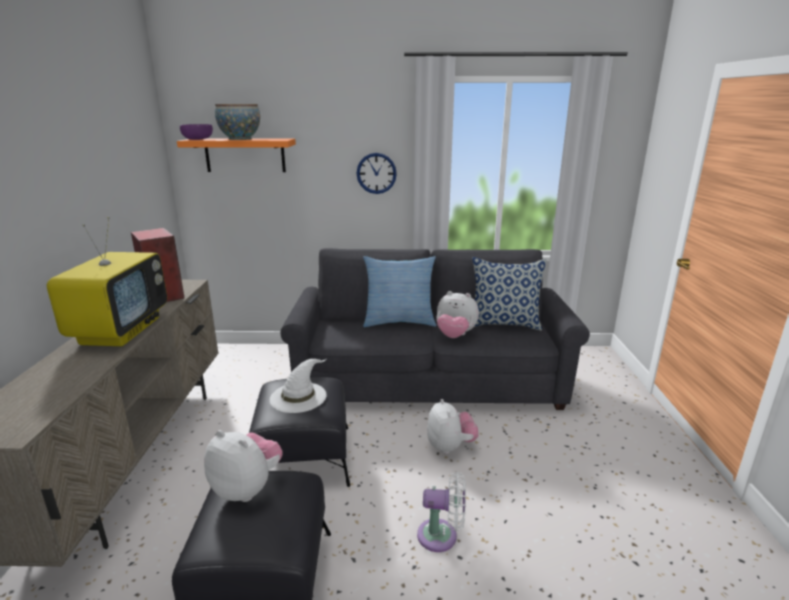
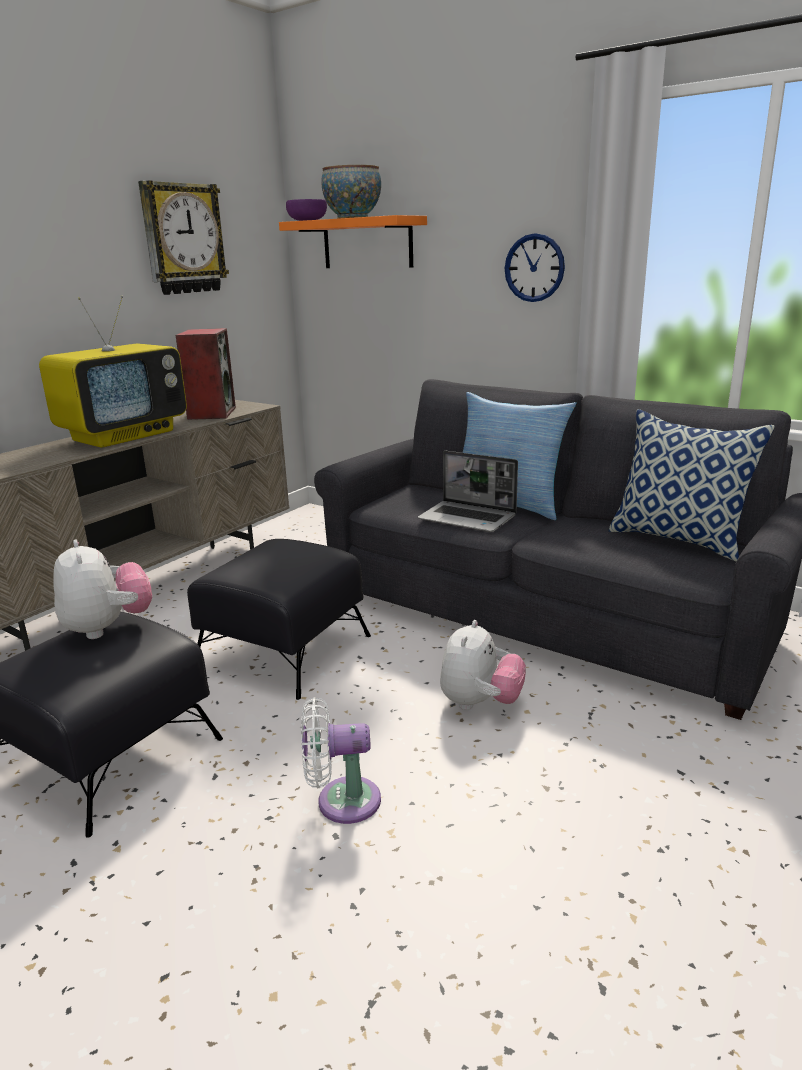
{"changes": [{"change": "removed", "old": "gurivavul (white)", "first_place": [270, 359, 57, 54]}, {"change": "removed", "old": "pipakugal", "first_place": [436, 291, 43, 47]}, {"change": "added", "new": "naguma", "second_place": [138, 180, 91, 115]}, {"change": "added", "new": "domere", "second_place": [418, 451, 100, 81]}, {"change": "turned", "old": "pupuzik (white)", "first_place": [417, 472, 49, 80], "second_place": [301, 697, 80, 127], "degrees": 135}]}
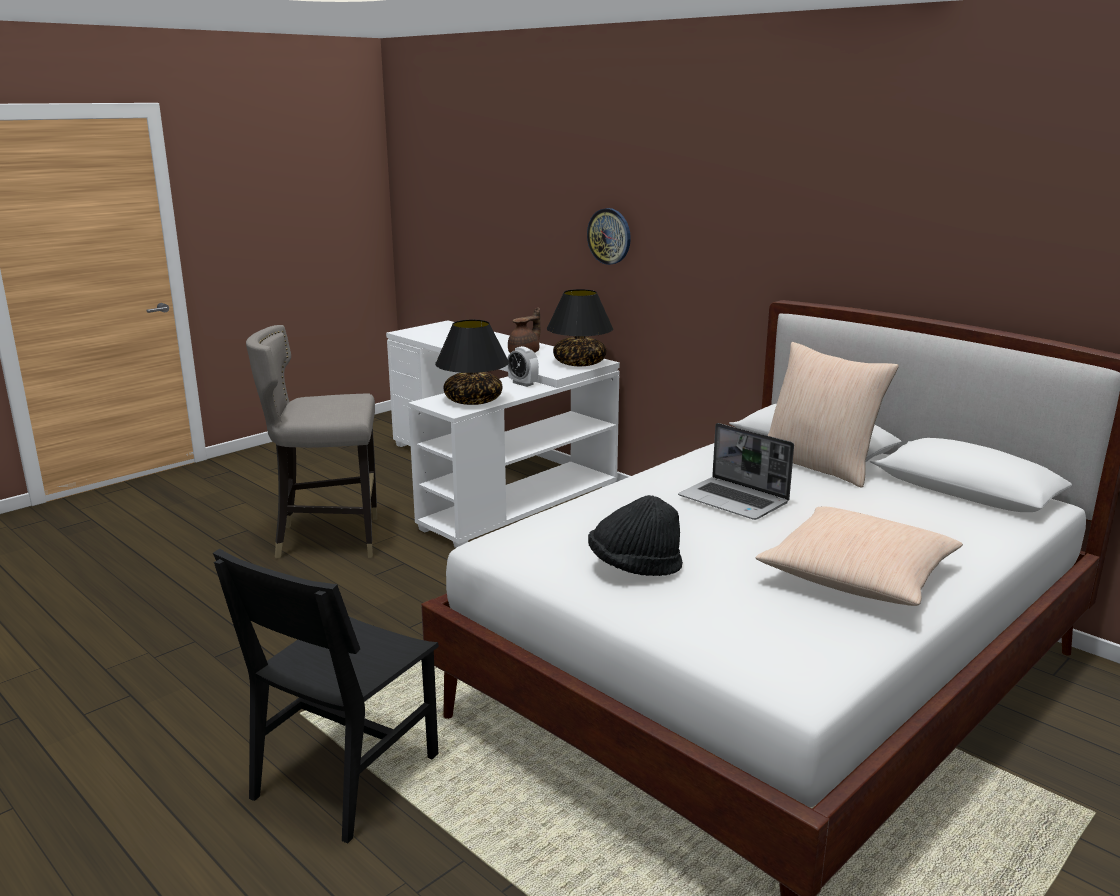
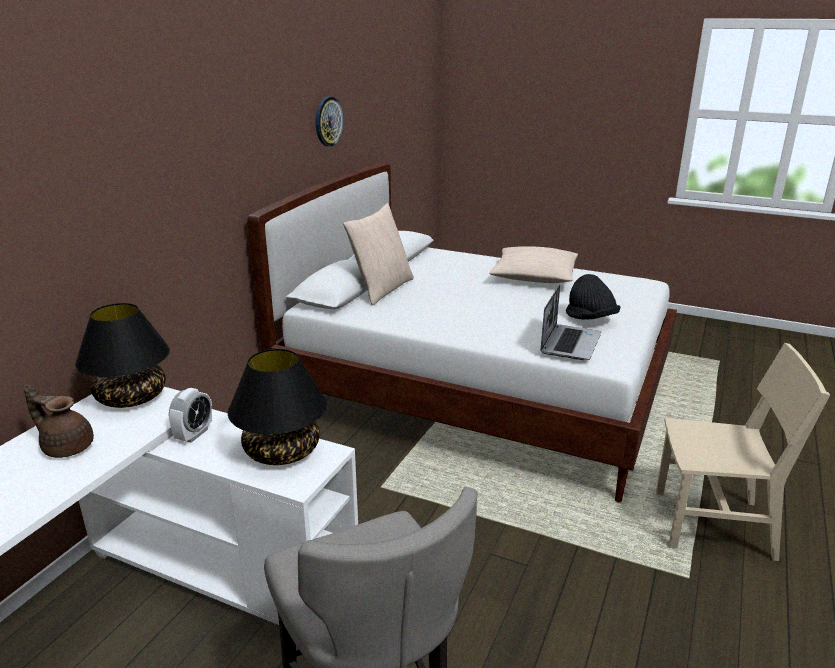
{"changes": [{"change": "moved", "old": "naguma", "first_place": [587, 208, 44, 57], "second_place": [316, 96, 28, 51]}, {"change": "moved", "old": "domere", "first_place": [678, 423, 116, 97], "second_place": [541, 285, 60, 75]}, {"change": "recoloured", "old": "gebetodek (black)", "new": "gebetodek (beige)", "first_place": [213, 549, 226, 295], "second_place": [656, 343, 174, 218]}]}
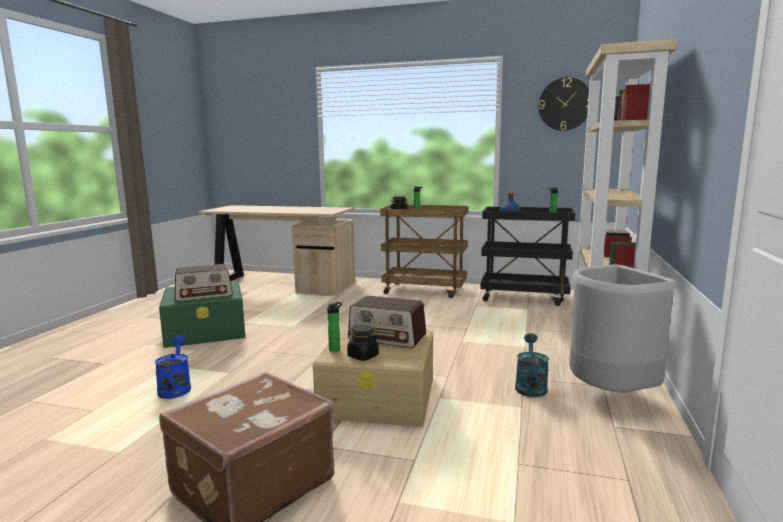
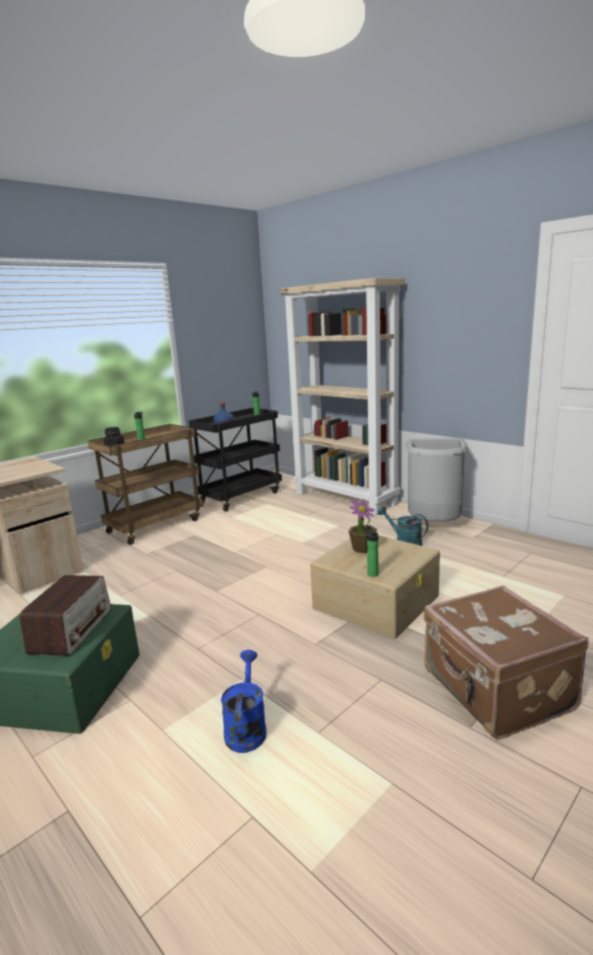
{"changes": [{"change": "removed", "old": "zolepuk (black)", "first_place": [347, 325, 32, 36]}, {"change": "removed", "old": "naguma", "first_place": [538, 77, 51, 54]}, {"change": "replaced", "old": "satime", "new": "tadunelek", "first_place": [348, 296, 78, 52], "second_place": [349, 499, 28, 54]}, {"change": "turned", "old": "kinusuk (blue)", "first_place": [155, 336, 36, 63], "second_place": [221, 650, 46, 103], "degrees": 75}]}
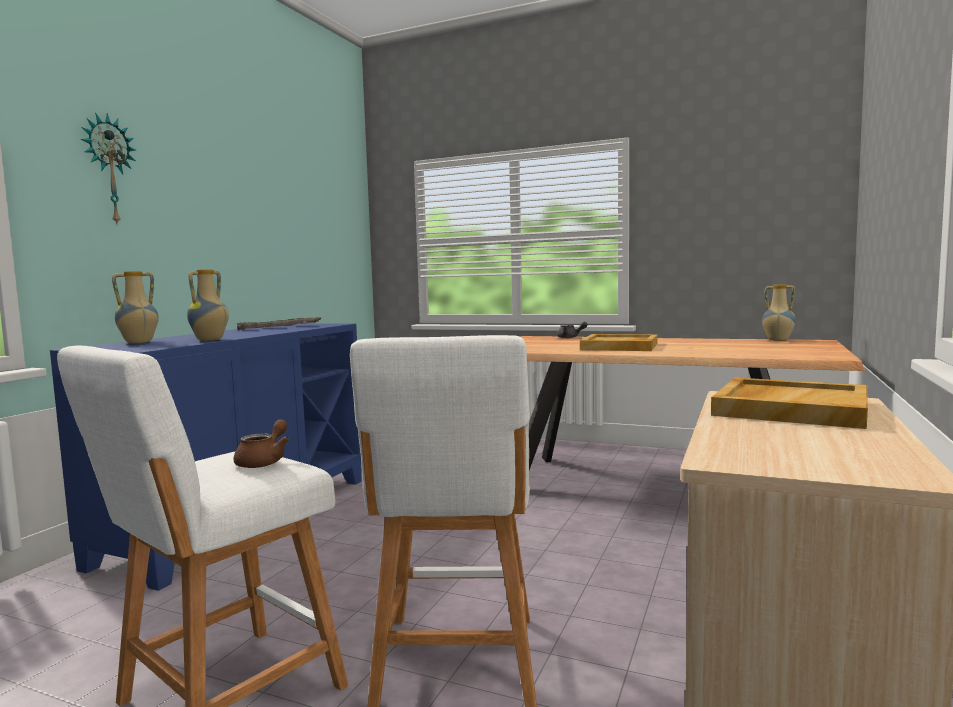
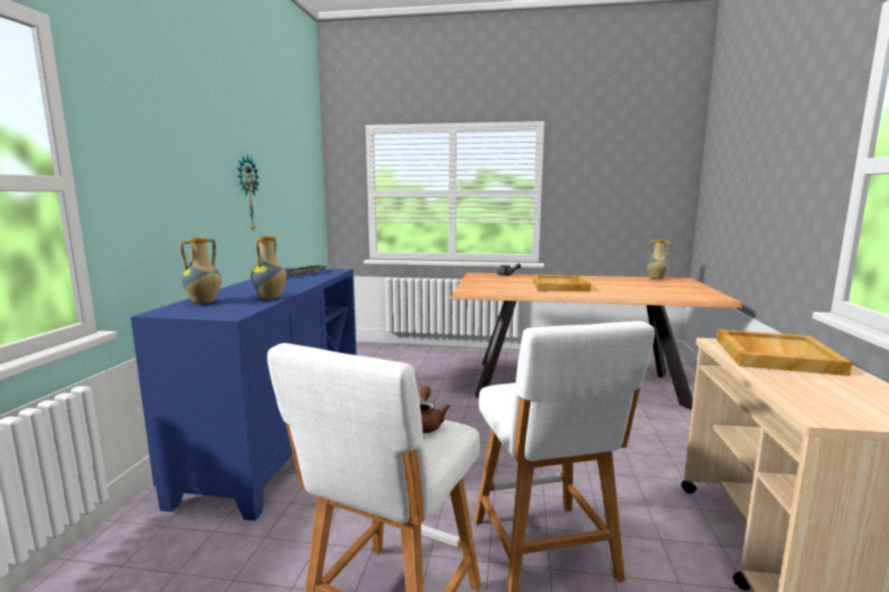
{"changes": [{"change": "moved", "old": "naguma", "first_place": [81, 113, 55, 113], "second_place": [237, 155, 23, 75]}]}
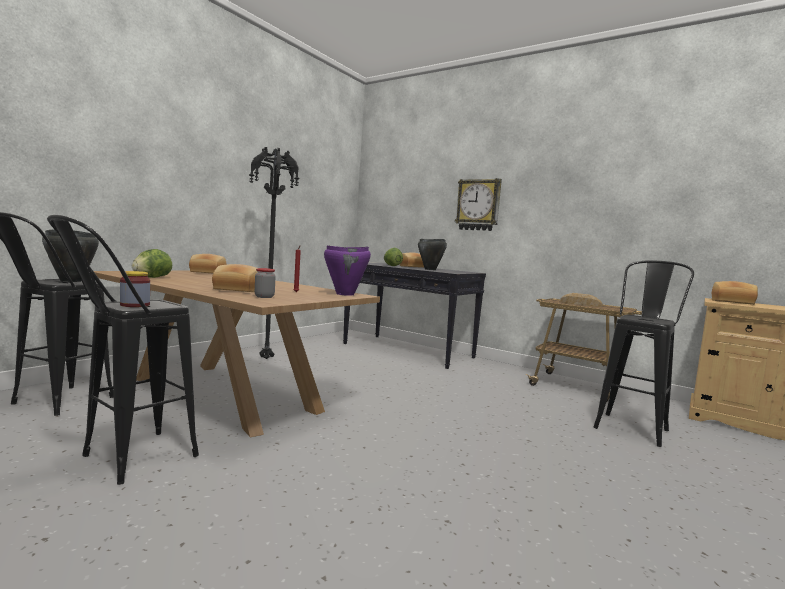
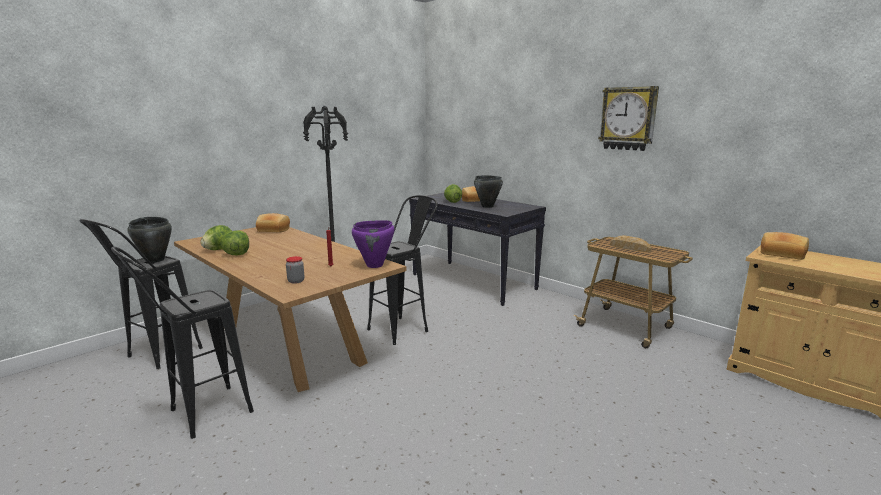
{"changes": [{"change": "removed", "old": "zolepuk", "first_place": [120, 271, 30, 36]}, {"change": "removed", "old": "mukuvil", "first_place": [212, 264, 45, 28]}, {"change": "added", "new": "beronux", "second_place": [220, 230, 29, 26]}, {"change": "moved", "old": "naguma", "first_place": [455, 178, 47, 53], "second_place": [598, 86, 61, 65]}, {"change": "moved", "old": "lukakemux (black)", "first_place": [594, 260, 100, 187], "second_place": [367, 195, 71, 150]}]}
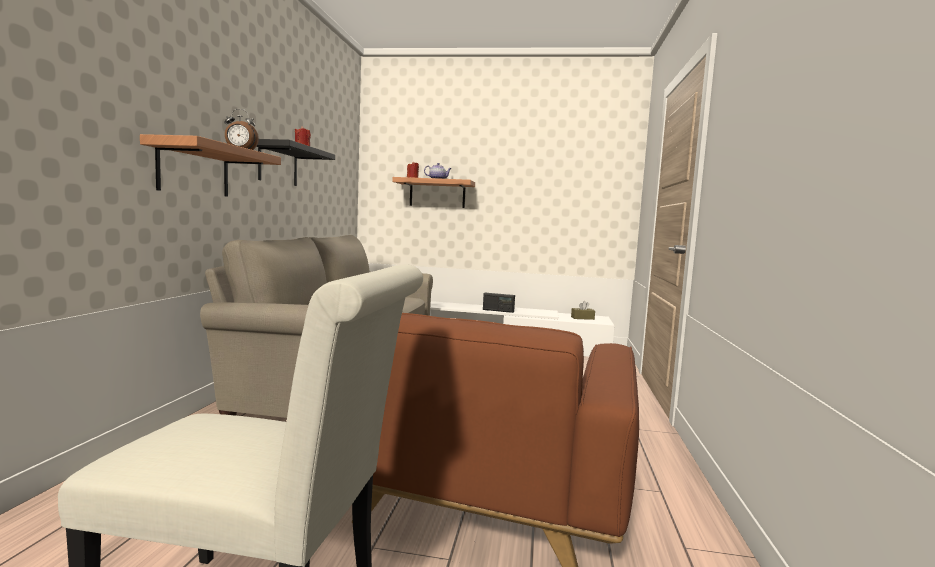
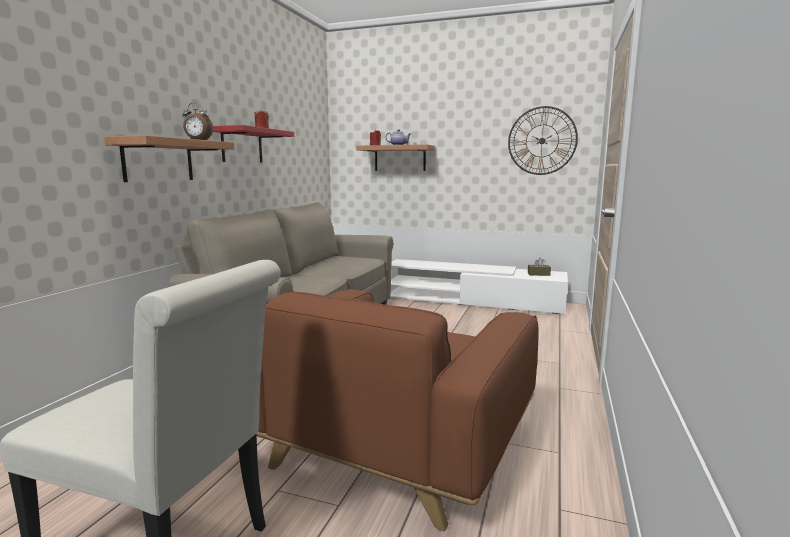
{"changes": [{"change": "removed", "old": "satime", "first_place": [483, 293, 32, 20]}, {"change": "added", "new": "naguma", "second_place": [508, 106, 70, 69]}, {"change": "recoloured", "old": "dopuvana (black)", "new": "dopuvana (red)", "first_place": [256, 139, 79, 47], "second_place": [213, 125, 81, 38]}]}
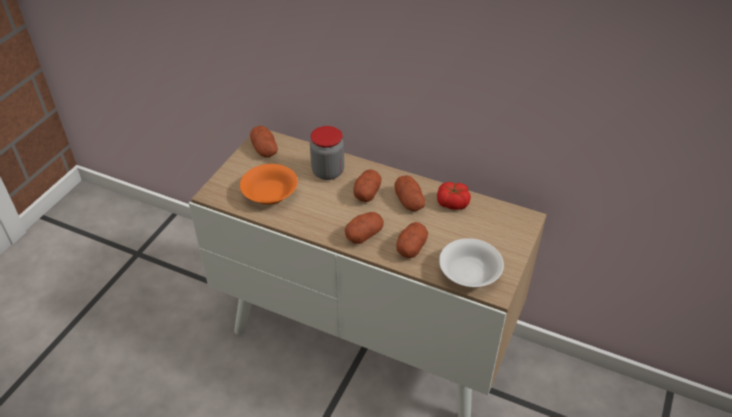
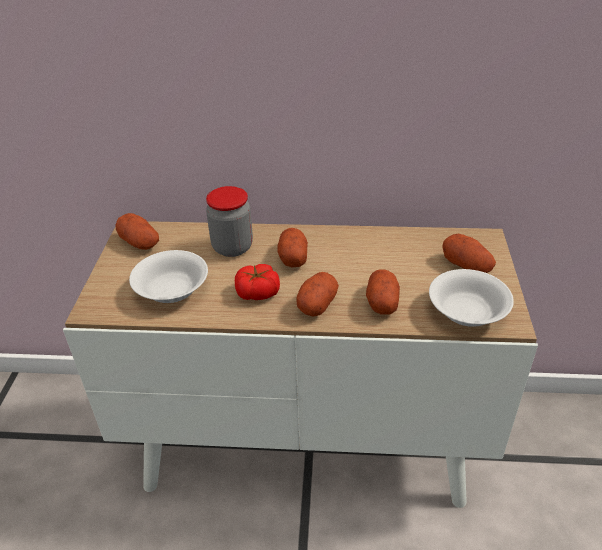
{"changes": [{"change": "moved", "old": "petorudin", "first_place": [394, 175, 31, 36], "second_place": [442, 234, 54, 39]}, {"change": "moved", "old": "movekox", "first_place": [437, 182, 34, 28], "second_place": [235, 264, 45, 36]}, {"change": "recoloured", "old": "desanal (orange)", "new": "desanal (white)", "first_place": [240, 164, 58, 41], "second_place": [129, 250, 79, 53]}]}
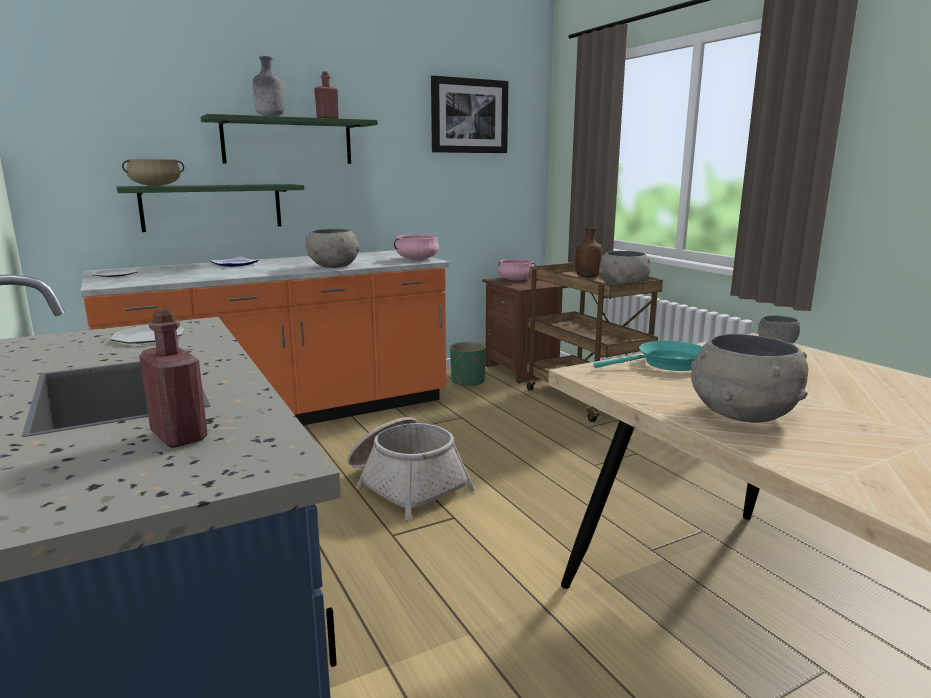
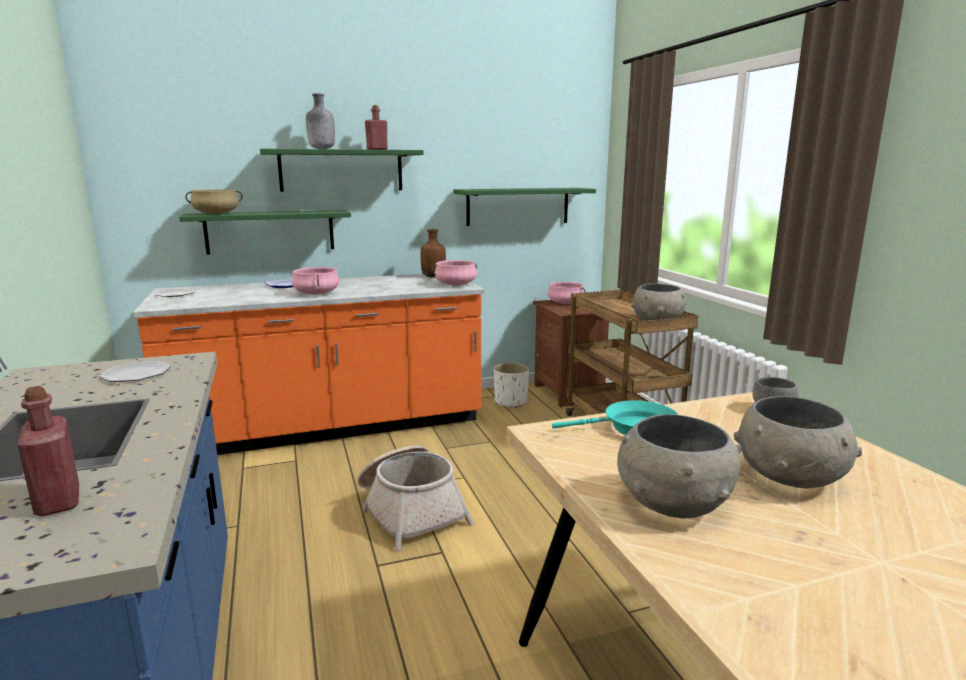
{"changes": [{"change": "removed", "old": "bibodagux", "first_place": [431, 76, 77, 77]}, {"change": "added", "new": "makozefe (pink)", "second_place": [292, 267, 47, 28]}, {"change": "added", "new": "dopuvana (green)", "second_place": [453, 188, 143, 38]}, {"change": "moved", "old": "desanal (grey)", "first_place": [306, 229, 54, 39], "second_place": [734, 396, 128, 92]}, {"change": "moved", "old": "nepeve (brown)", "first_place": [575, 227, 28, 51], "second_place": [421, 229, 25, 49]}, {"change": "recoloured", "old": "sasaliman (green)", "new": "sasaliman (white)", "first_place": [450, 342, 36, 45], "second_place": [494, 363, 35, 45]}]}
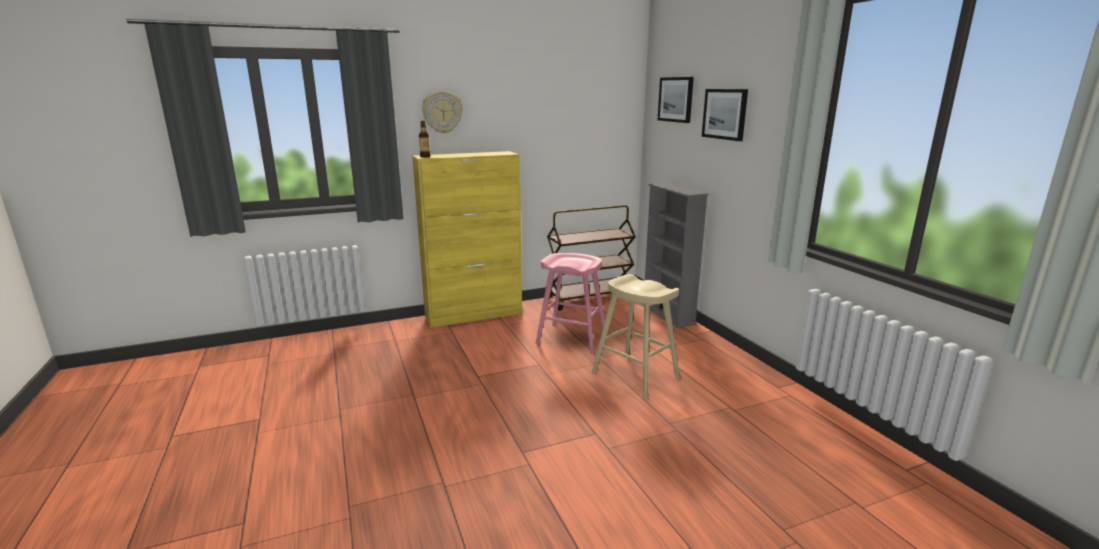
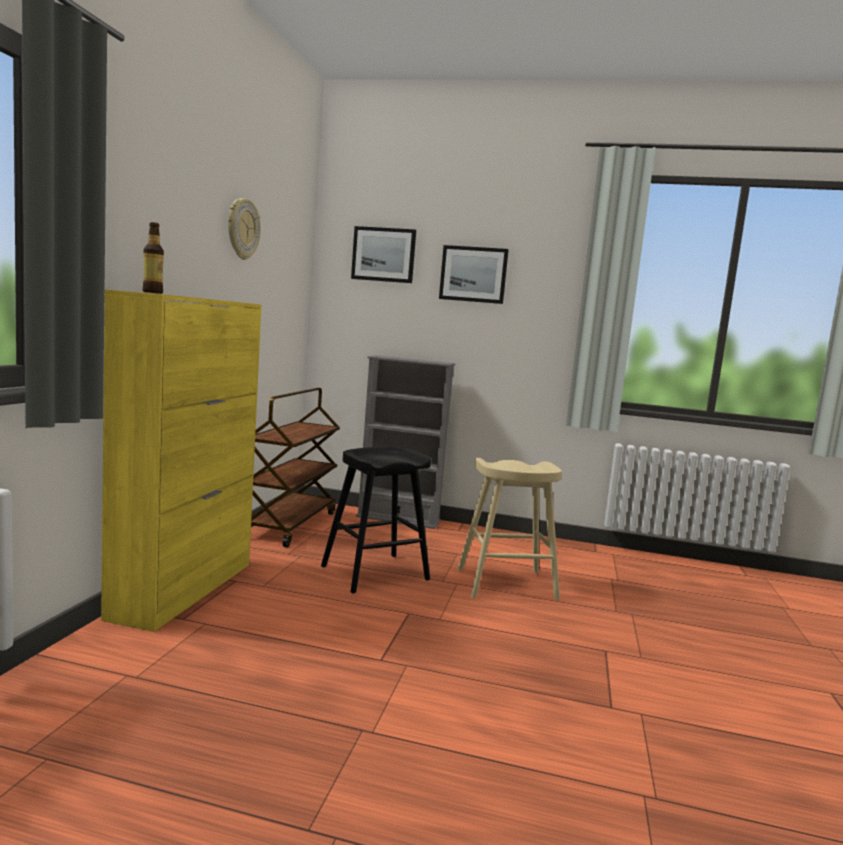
{"changes": [{"change": "moved", "old": "naguma", "first_place": [422, 91, 41, 43], "second_place": [228, 198, 32, 62]}, {"change": "recoloured", "old": "lukakemux (pink)", "new": "lukakemux (black)", "first_place": [535, 253, 70, 101], "second_place": [321, 447, 110, 146]}]}
